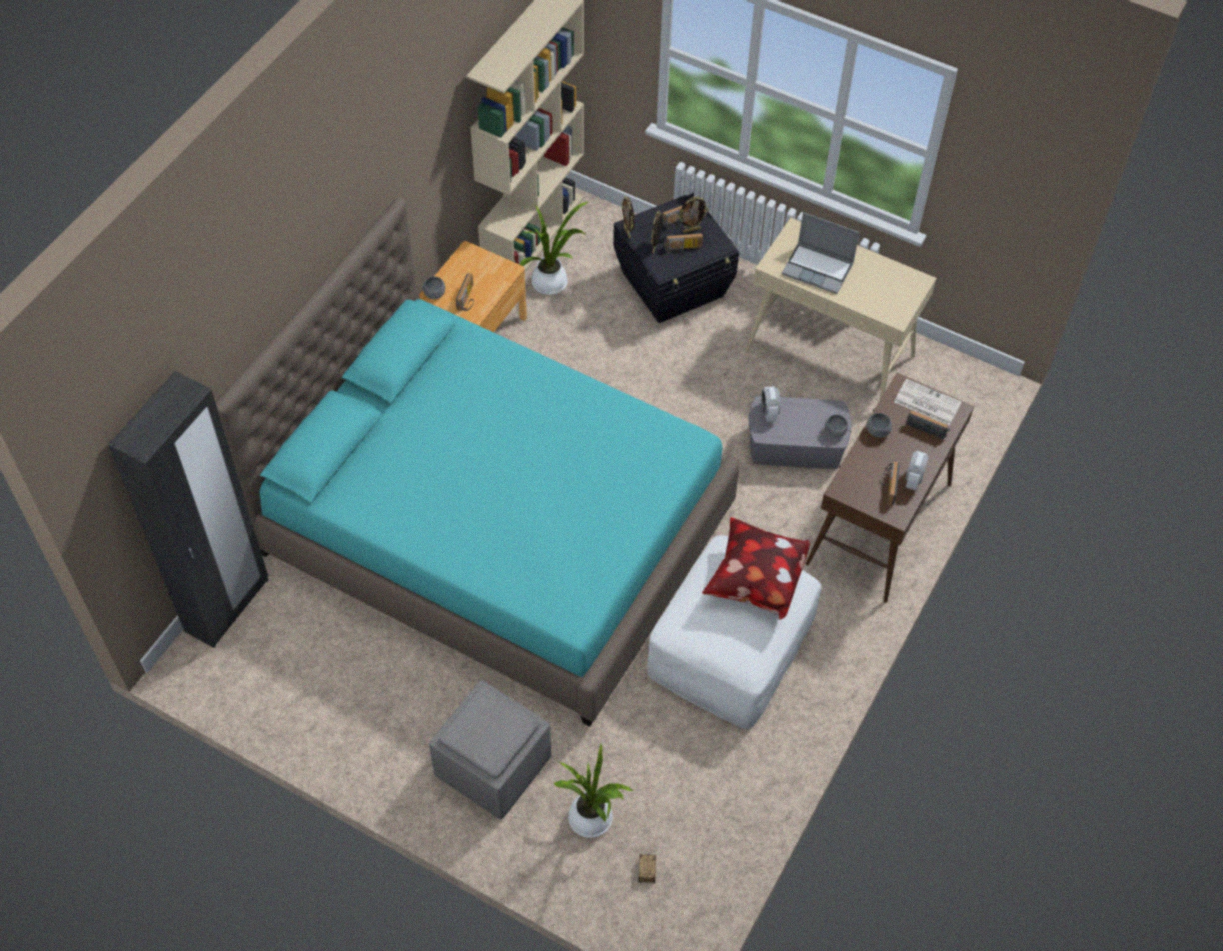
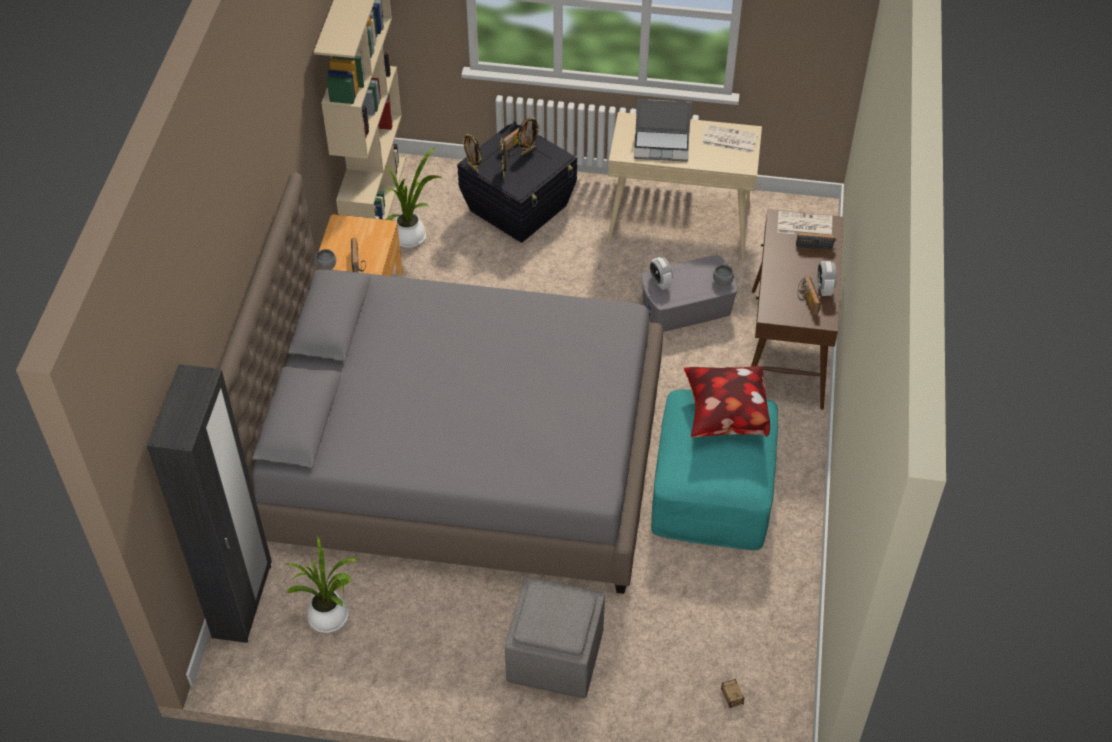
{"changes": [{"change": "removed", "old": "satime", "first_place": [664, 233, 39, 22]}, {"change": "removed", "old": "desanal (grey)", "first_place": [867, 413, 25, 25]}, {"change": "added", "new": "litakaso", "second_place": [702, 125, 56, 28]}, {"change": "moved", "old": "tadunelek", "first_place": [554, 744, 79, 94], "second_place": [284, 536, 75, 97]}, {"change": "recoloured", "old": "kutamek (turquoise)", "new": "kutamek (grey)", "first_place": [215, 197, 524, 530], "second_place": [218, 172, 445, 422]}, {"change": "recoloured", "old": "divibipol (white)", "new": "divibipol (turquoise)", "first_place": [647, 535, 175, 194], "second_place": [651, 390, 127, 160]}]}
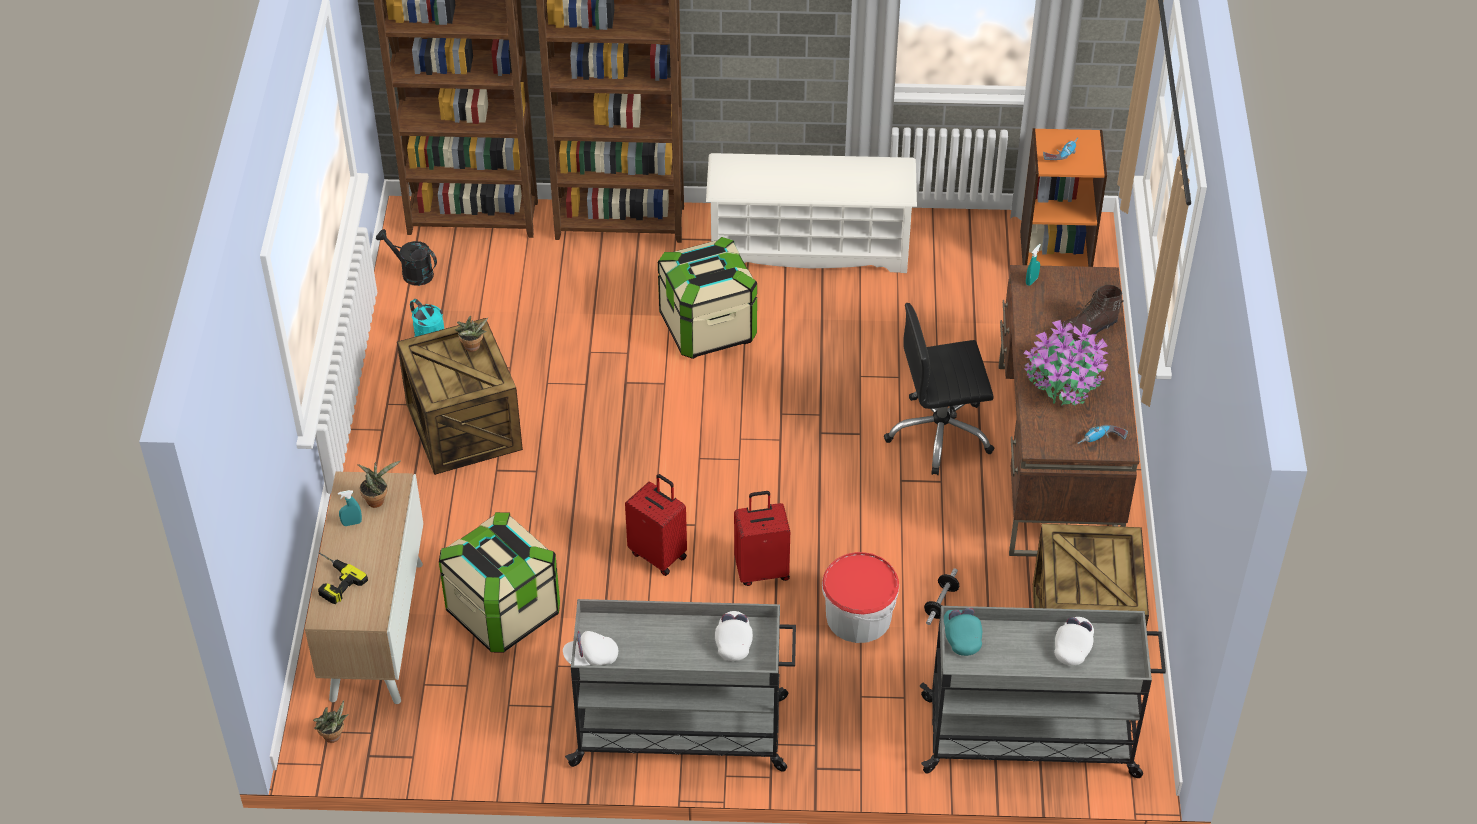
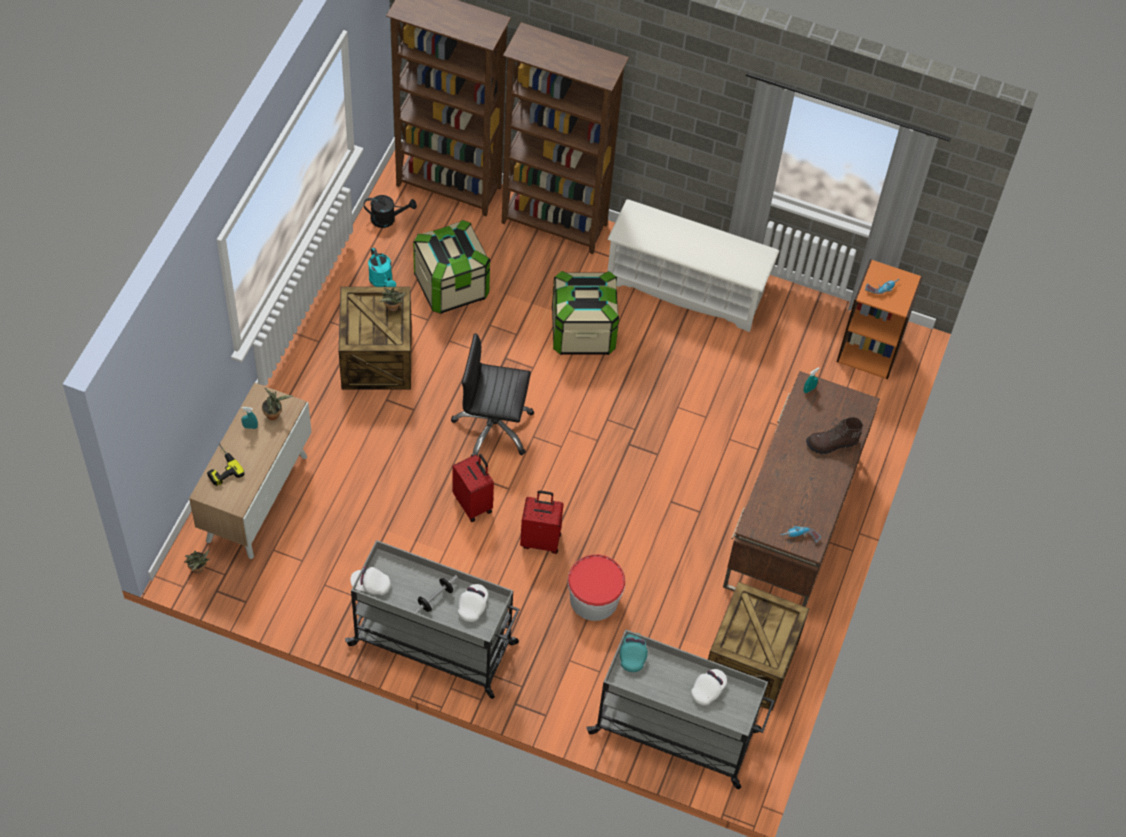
{"changes": [{"change": "removed", "old": "tadunelek", "first_place": [1023, 320, 85, 86]}, {"change": "moved", "old": "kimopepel", "first_place": [439, 512, 121, 141], "second_place": [413, 220, 77, 94]}, {"change": "moved", "old": "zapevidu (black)", "first_place": [884, 303, 110, 172], "second_place": [451, 333, 84, 124]}, {"change": "moved", "old": "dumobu", "first_place": [924, 568, 36, 57], "second_place": [413, 575, 45, 38]}, {"change": "turned", "old": "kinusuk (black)", "first_place": [376, 229, 61, 57], "second_place": [364, 195, 53, 33], "degrees": 135}]}
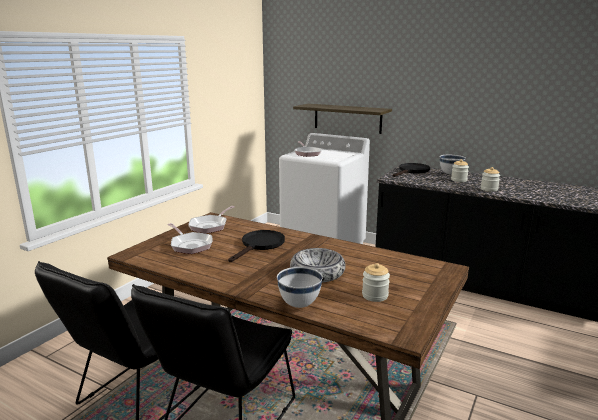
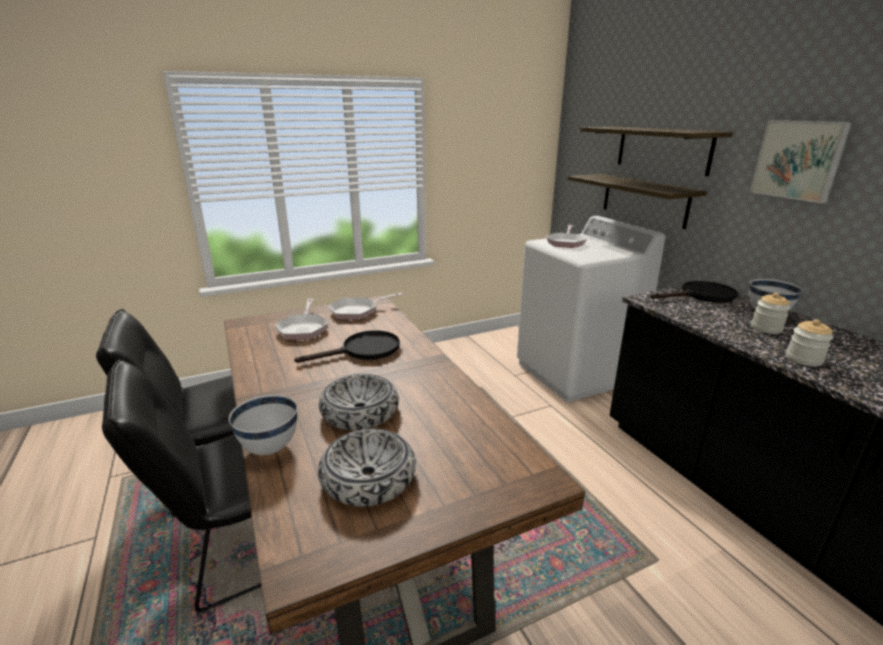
{"changes": [{"change": "added", "new": "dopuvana", "second_place": [580, 127, 153, 49]}, {"change": "added", "new": "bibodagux", "second_place": [750, 121, 102, 82]}, {"change": "replaced", "old": "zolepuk", "new": "desanal", "first_place": [362, 263, 28, 39], "second_place": [318, 429, 98, 78]}]}
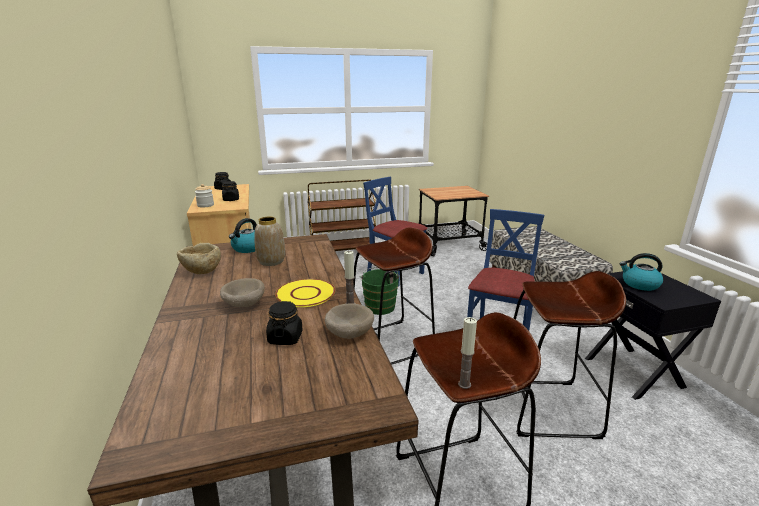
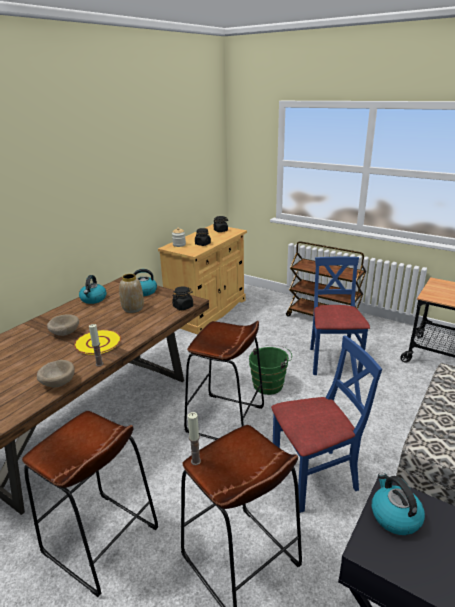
{"changes": [{"change": "moved", "old": "zolepuk (black)", "first_place": [266, 301, 37, 44], "second_place": [172, 286, 21, 25]}, {"change": "moved", "old": "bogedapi", "first_place": [458, 317, 19, 72], "second_place": [188, 412, 13, 53]}, {"change": "replaced", "old": "desanal (beige)", "new": "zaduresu", "first_place": [177, 243, 44, 31], "second_place": [79, 275, 28, 29]}]}
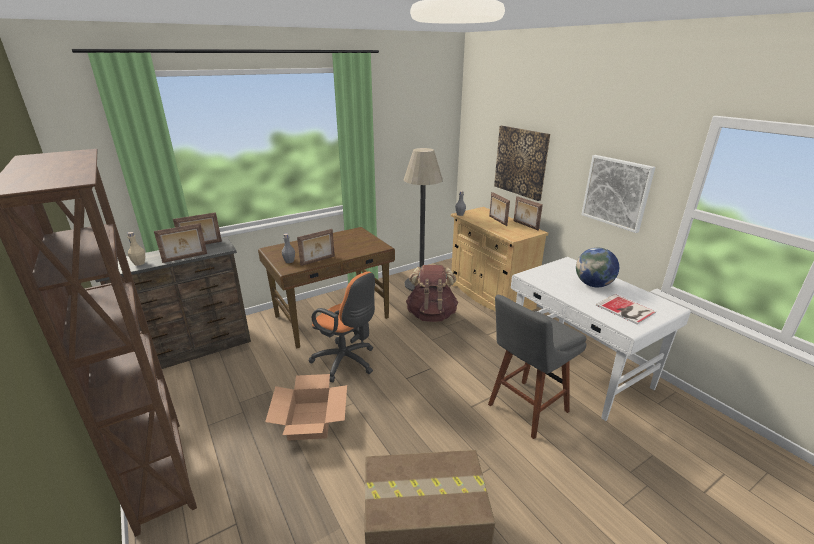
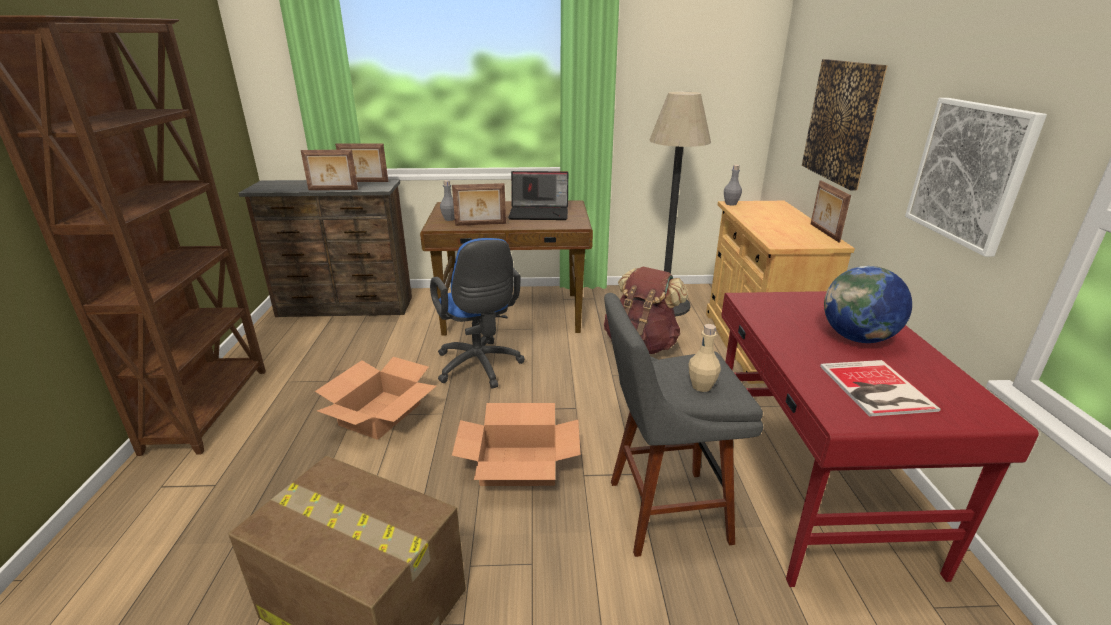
{"changes": [{"change": "removed", "old": "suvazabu", "first_place": [489, 192, 21, 34]}, {"change": "added", "new": "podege", "second_place": [452, 403, 129, 83]}, {"change": "added", "new": "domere", "second_place": [508, 171, 60, 49]}, {"change": "moved", "old": "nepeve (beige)", "first_place": [127, 232, 18, 34], "second_place": [689, 324, 32, 68]}, {"change": "recoloured", "old": "zapevidu (orange)", "new": "zapevidu (blue)", "first_place": [309, 272, 66, 110], "second_place": [430, 238, 95, 151]}, {"change": "recoloured", "old": "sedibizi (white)", "new": "sedibizi (red)", "first_place": [511, 257, 180, 164], "second_place": [722, 291, 317, 296]}]}
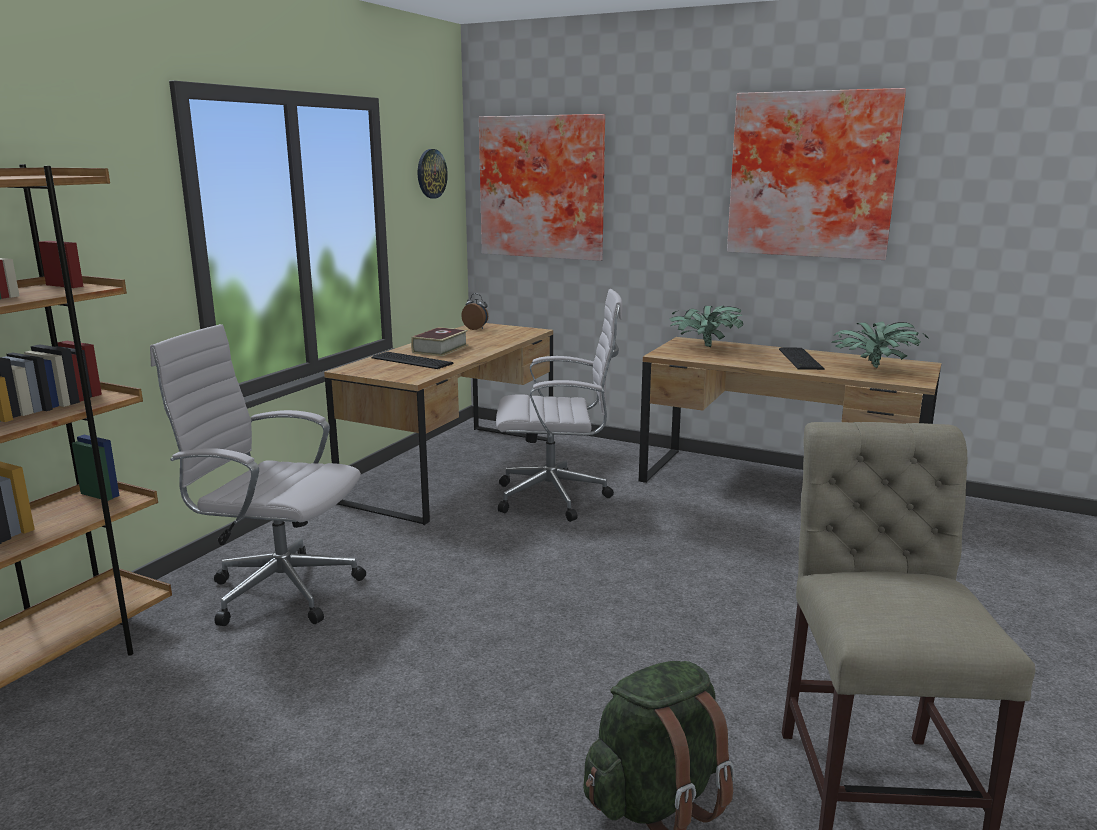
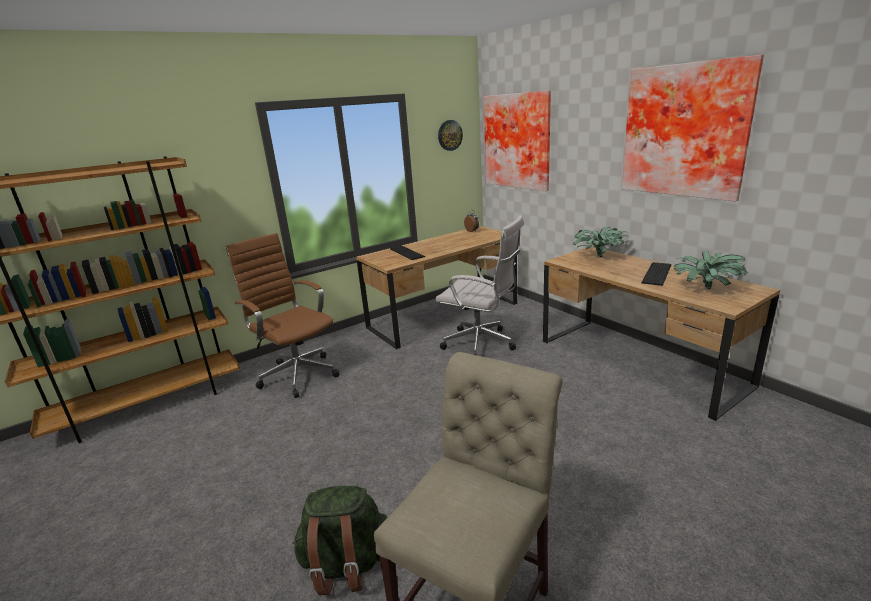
{"changes": [{"change": "removed", "old": "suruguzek", "first_place": [411, 327, 57, 29]}, {"change": "recoloured", "old": "zapevidu (white)", "new": "zapevidu (brown)", "first_place": [150, 324, 216, 302], "second_place": [226, 233, 114, 165]}]}
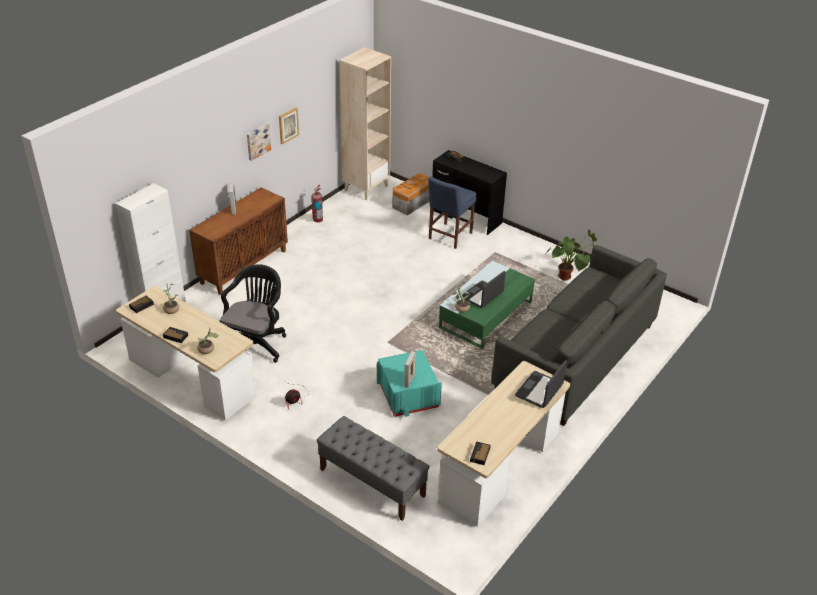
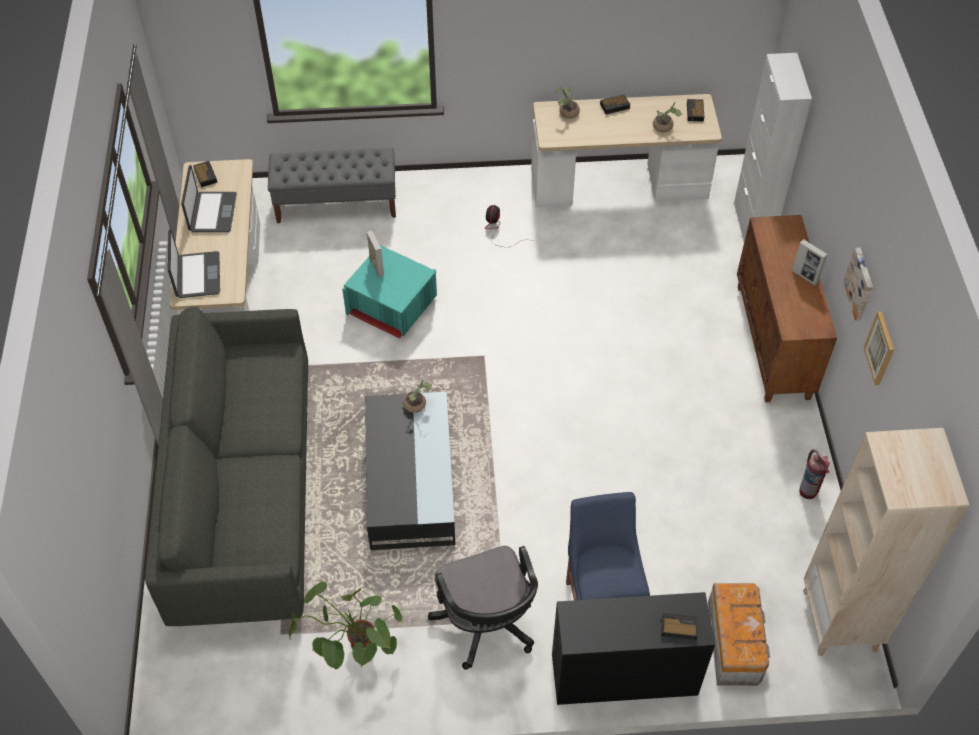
{"changes": [{"change": "moved", "old": "zapevidu (black)", "first_place": [219, 264, 67, 99], "second_place": [428, 546, 110, 124]}, {"change": "moved", "old": "domere", "first_place": [462, 271, 44, 37], "second_place": [181, 165, 56, 67]}, {"change": "recoloured", "old": "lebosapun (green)", "new": "lebosapun (black)", "first_place": [439, 261, 96, 88], "second_place": [365, 392, 90, 158]}]}
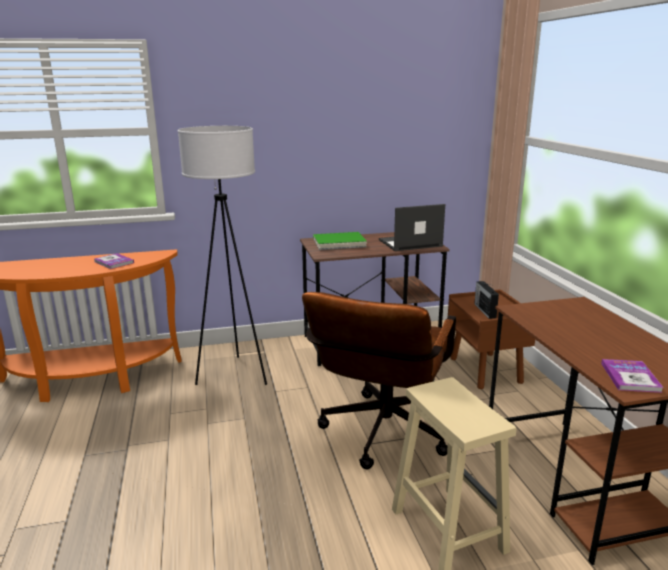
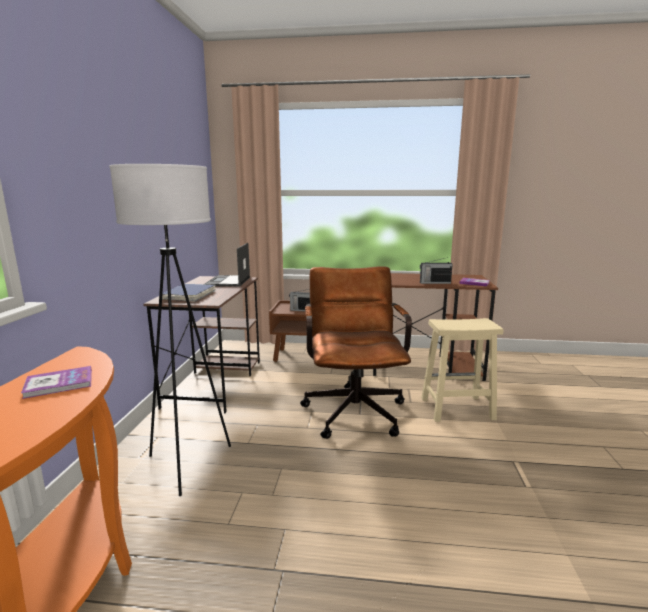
{"changes": [{"change": "added", "new": "satime", "second_place": [420, 257, 33, 27]}, {"change": "recoloured", "old": "suruguzek (green)", "new": "suruguzek (blue)", "first_place": [313, 232, 54, 18], "second_place": [162, 284, 53, 18]}, {"change": "turned", "old": "zapevidu (brown)", "first_place": [302, 292, 154, 178], "second_place": [300, 266, 112, 173], "degrees": -135}]}
